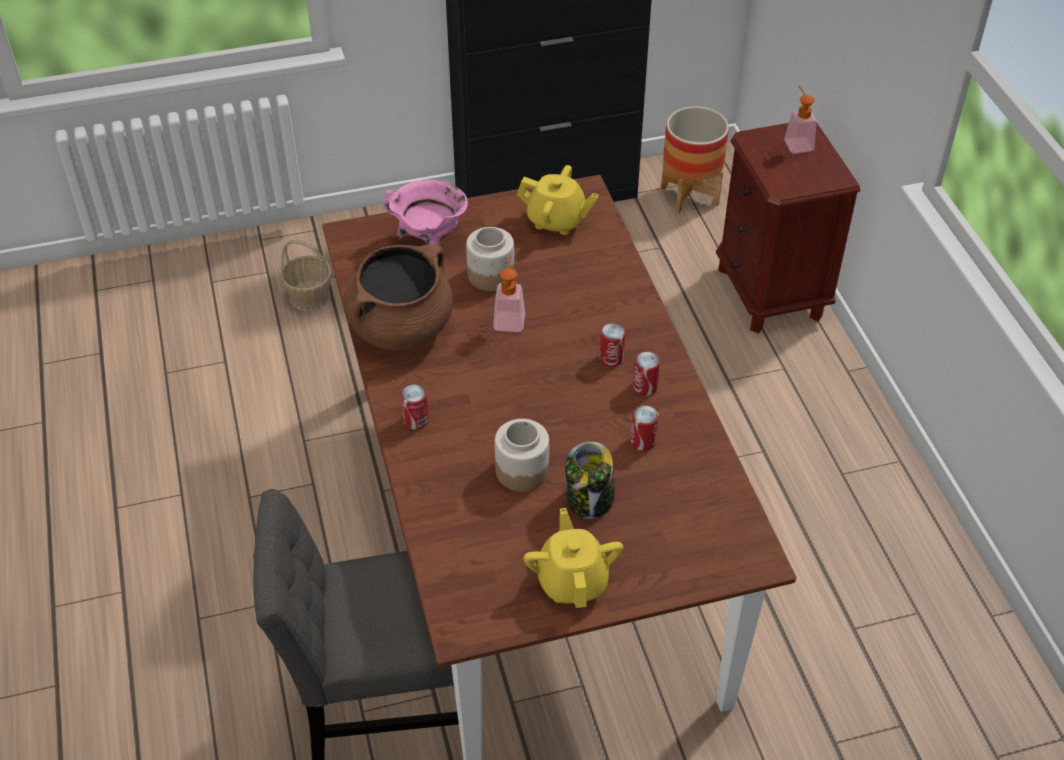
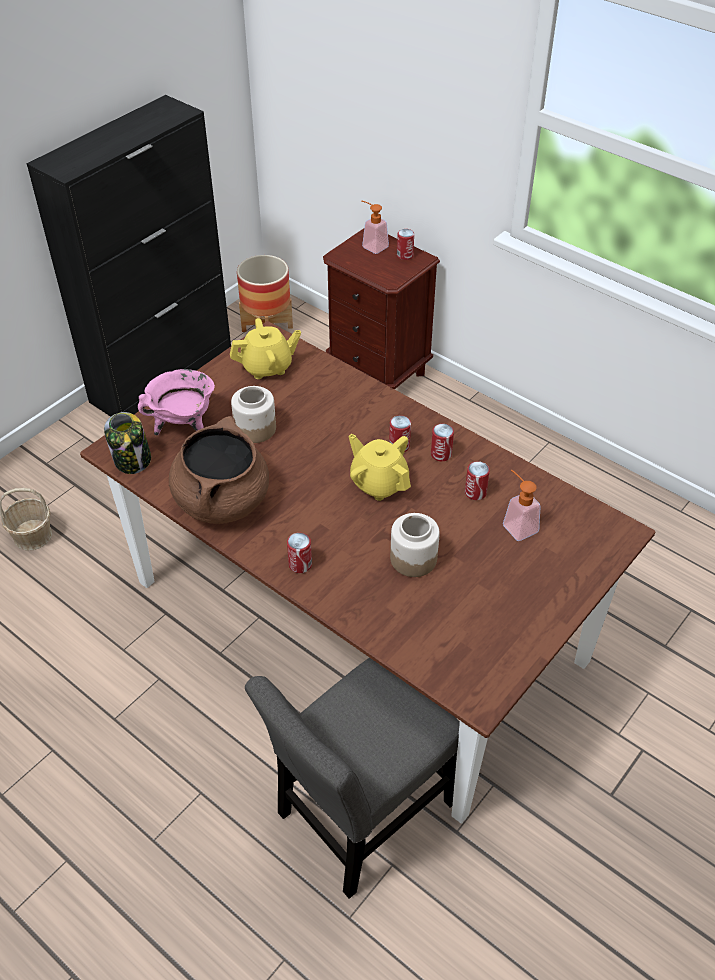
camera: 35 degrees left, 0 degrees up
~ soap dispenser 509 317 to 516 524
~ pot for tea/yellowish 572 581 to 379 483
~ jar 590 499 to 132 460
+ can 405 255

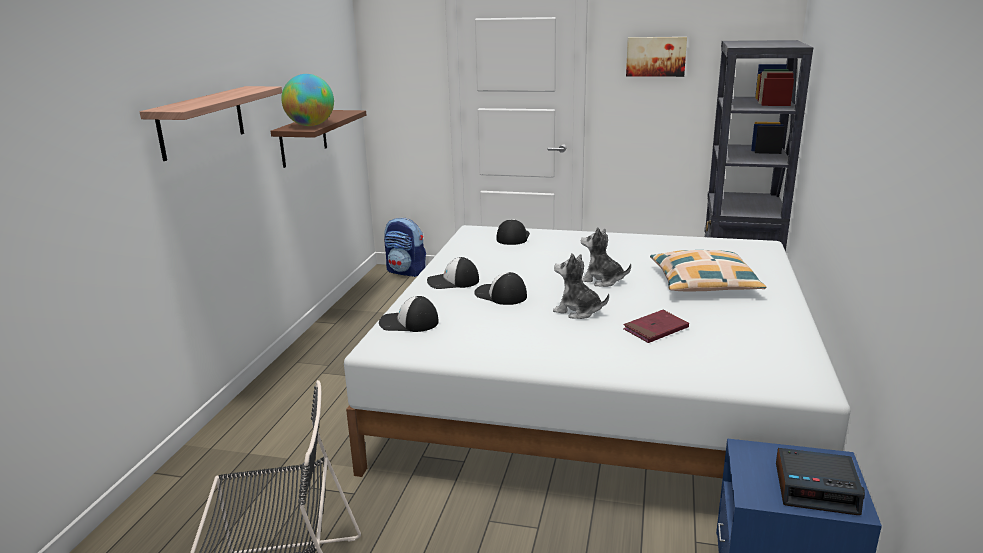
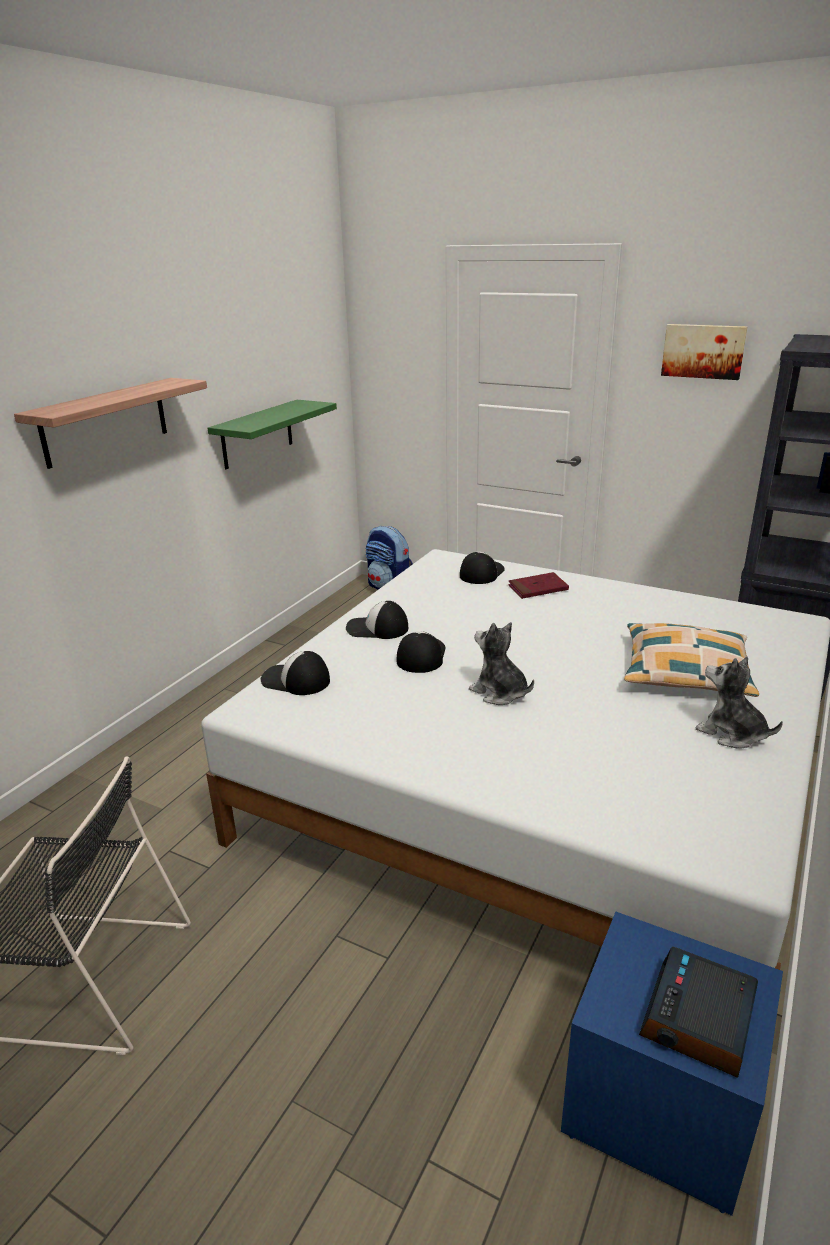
camera: 15 degrees right, 5 degrees up
~ bracket shelf/brownish 303 138 to bracket shelf/greenish 257 434
- world globe 311 125
~ baseball cap 500 295 = 420 656 45 degrees clockwise
~ soft toy 602 280 to 731 733
~ bound book/red-coloured 655 329 to 538 588
~ alarm clock 816 488 = 699 1020 90 degrees clockwise

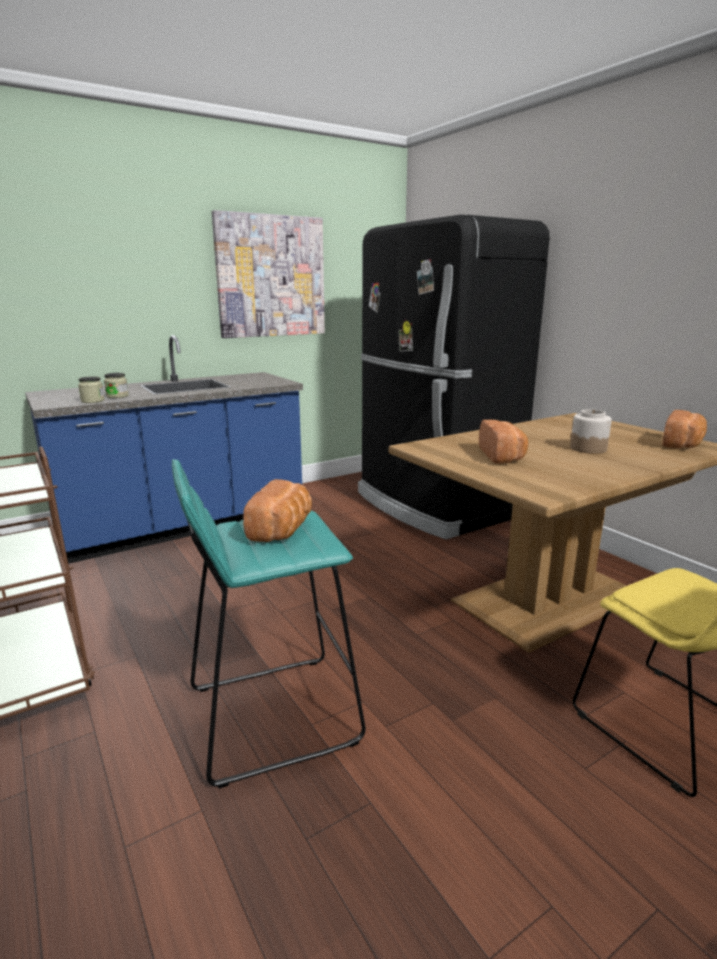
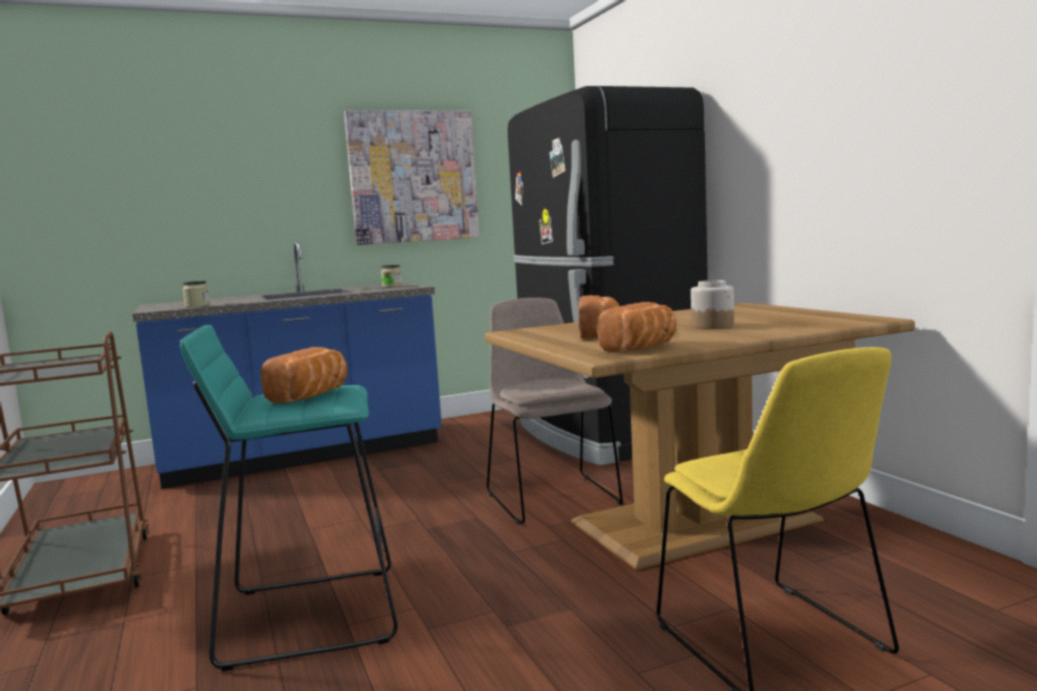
camera: 10 degrees right, 10 degrees down
~ jar 117 396 to 392 286
~ bread 683 444 to 642 348
+ upright chair/beige 551 497

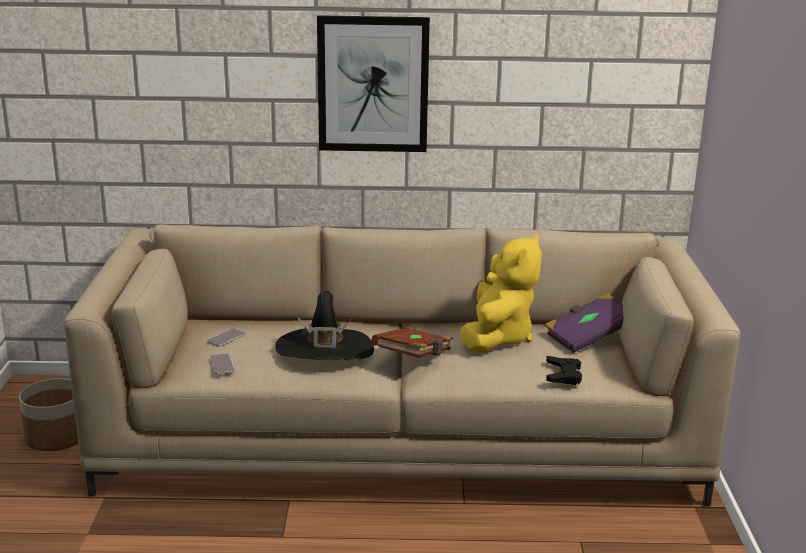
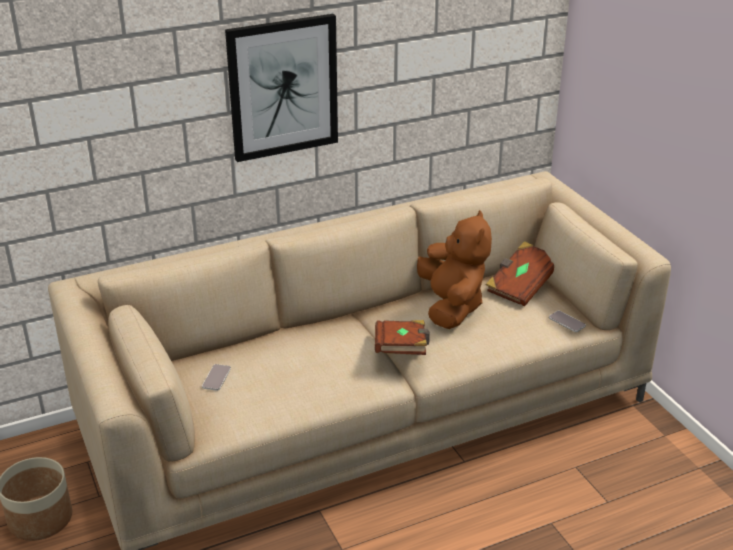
camera: 25 degrees left, 10 degrees up
~ phone 222 364 to 567 322
- wearable hat/black-coloured 325 350
~ soft toy/yellowish 497 337 to soft toy/brownish 451 307
~ bound book/purplish 588 337 to bound book/brownish 521 286
- gamepad/black-coloured 563 375

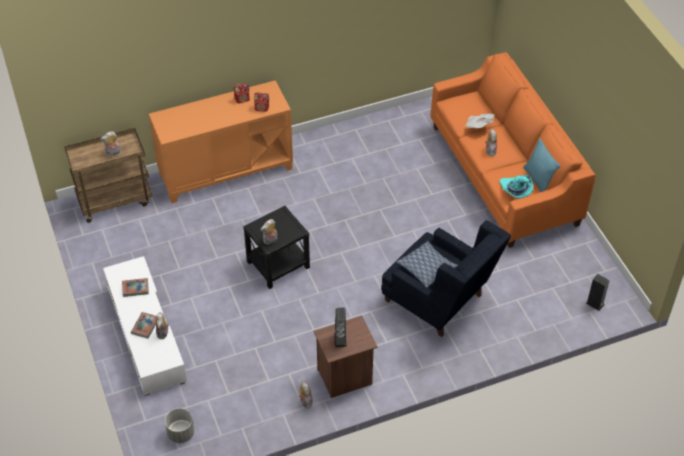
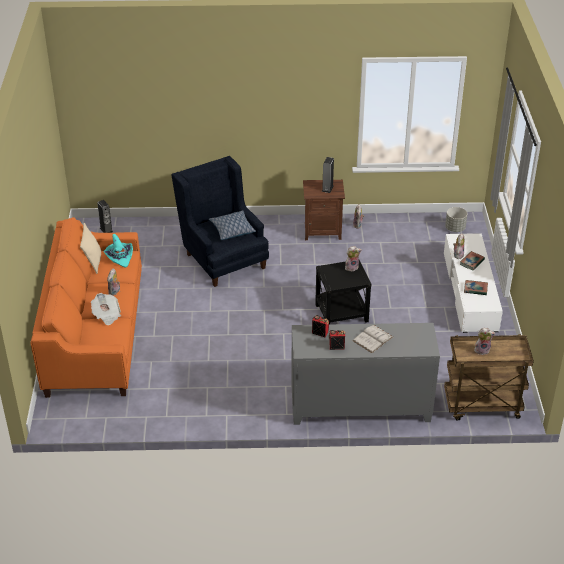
camera: 160 degrees left, 10 degrees down
~ cupboard/orange 226 171 to cupboard/grey 360 407
~ pillow/turquoise-coloured 538 180 to pillow/beige 93 262
+ bound book/whitish 372 339

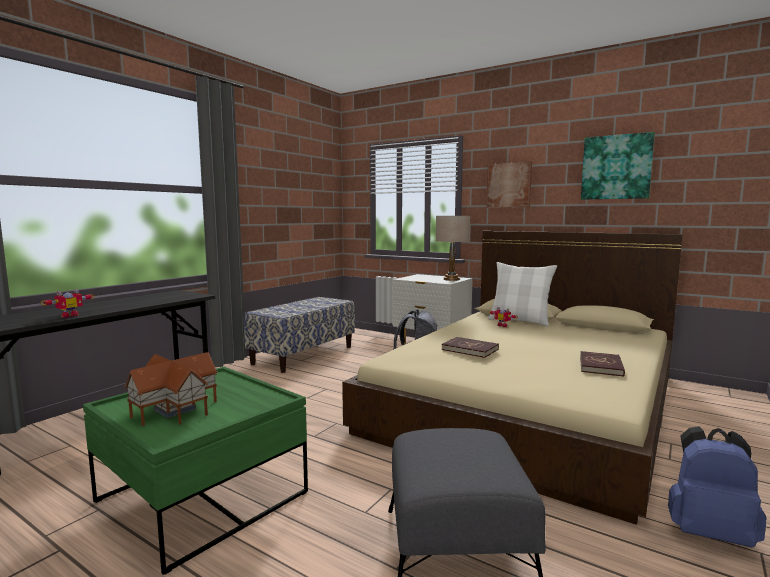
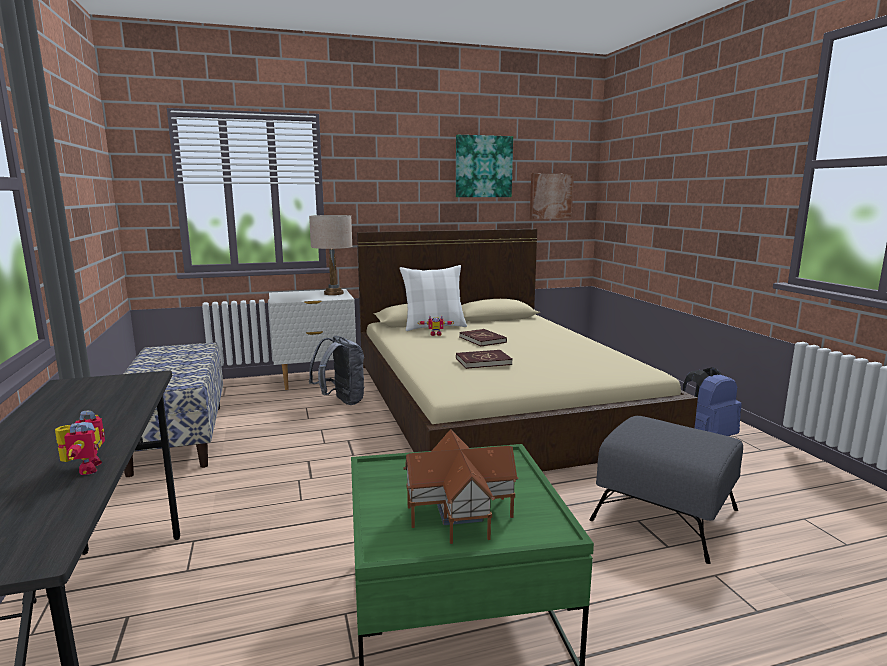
camera: 50 degrees left, 5 degrees up
~ picture 509 185 to 550 196
~ bound book/red-coloured 601 366 to 482 340

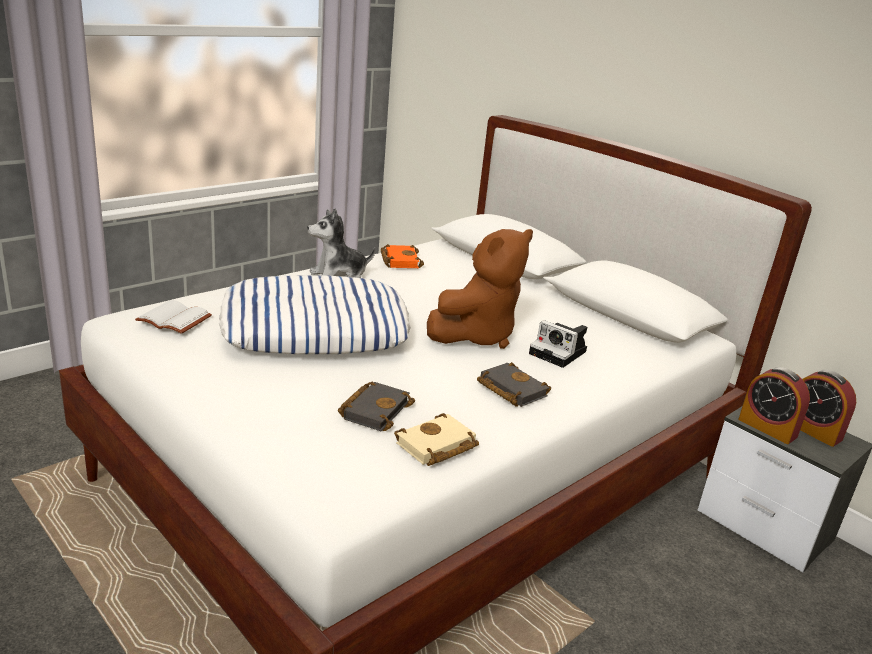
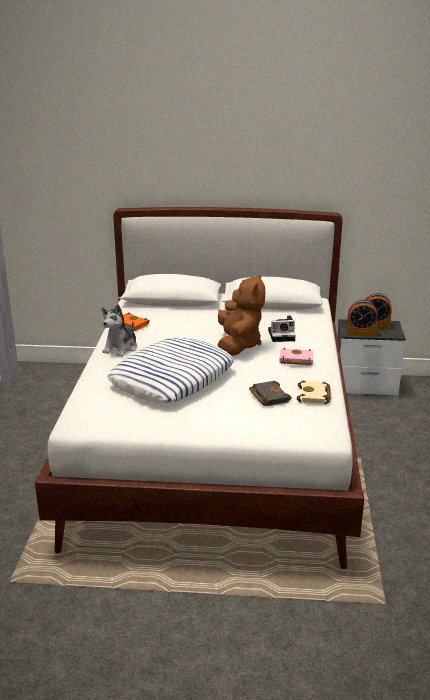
camera: 40 degrees left, 0 degrees up
- bound book/whitish 172 320
~ bound book/black-coloured 509 389 to bound book/pink-coloured 295 360

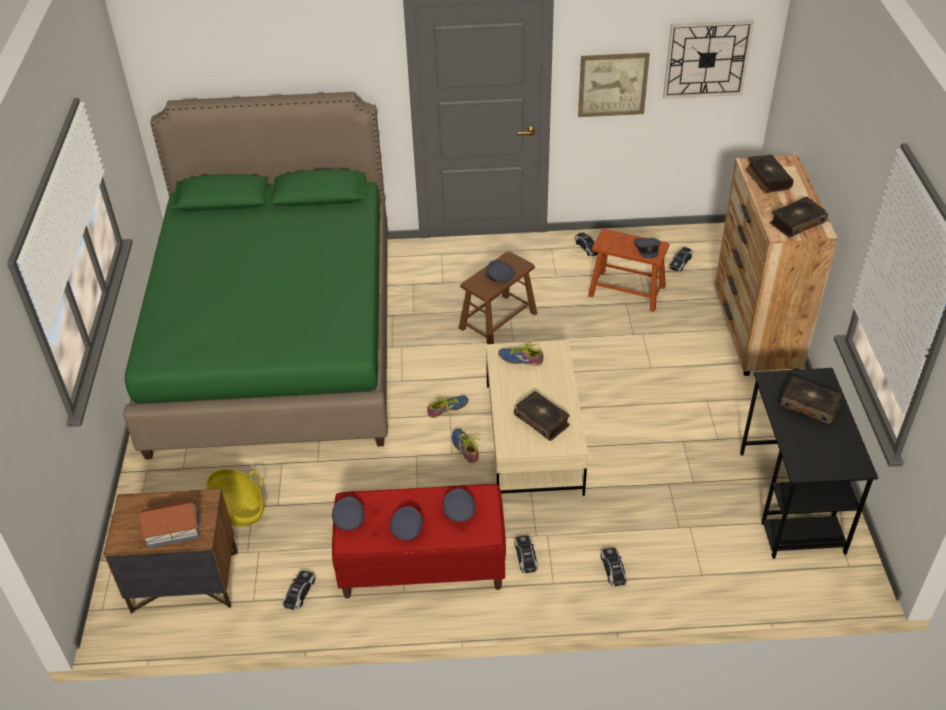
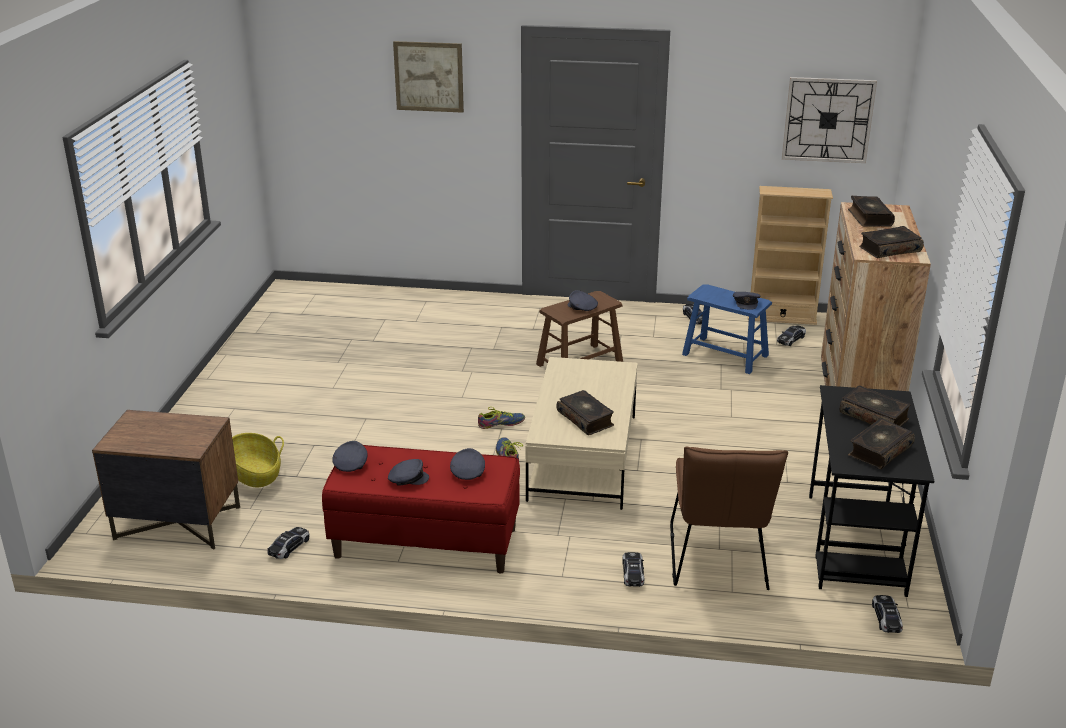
camera: 10 degrees right, 15 degrees down
- bedroom bed/greenish 277 340
- model house 172 529
~ baseball cap/grey 407 528 = 407 478 60 degrees clockwise
- low shoe 520 359
~ miniature car 526 557 to 886 619
~ picture 612 84 to 429 76
~ sitting stool/brownish 626 291 to sitting stool/blue 725 355
+ upright chair/brownish 718 563
+ shelving unit/beige 781 317
+ bound book 879 451

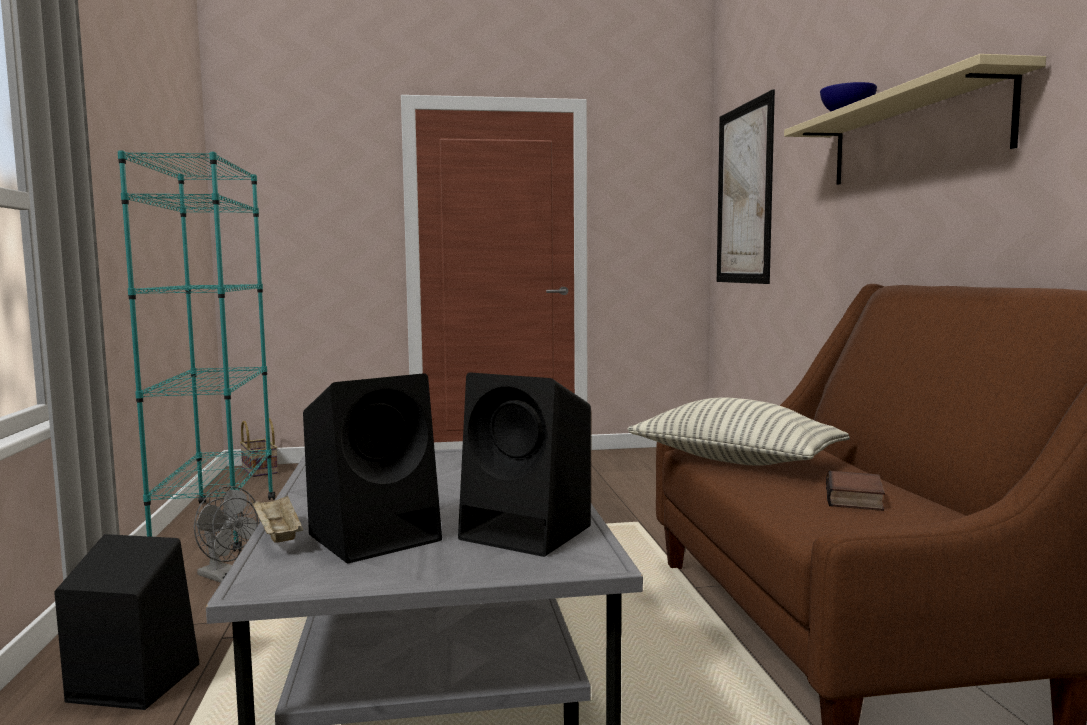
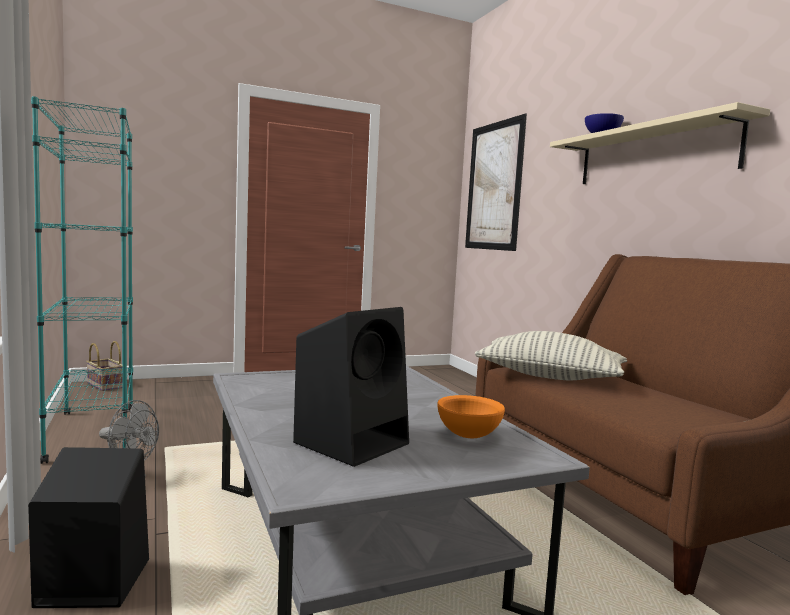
camera: 15 degrees left, 0 degrees up
- carrying tray/beige 277 535
~ audio speaker/black-coloured 529 533 to deep dish/orange 469 435
- bound book 856 499

